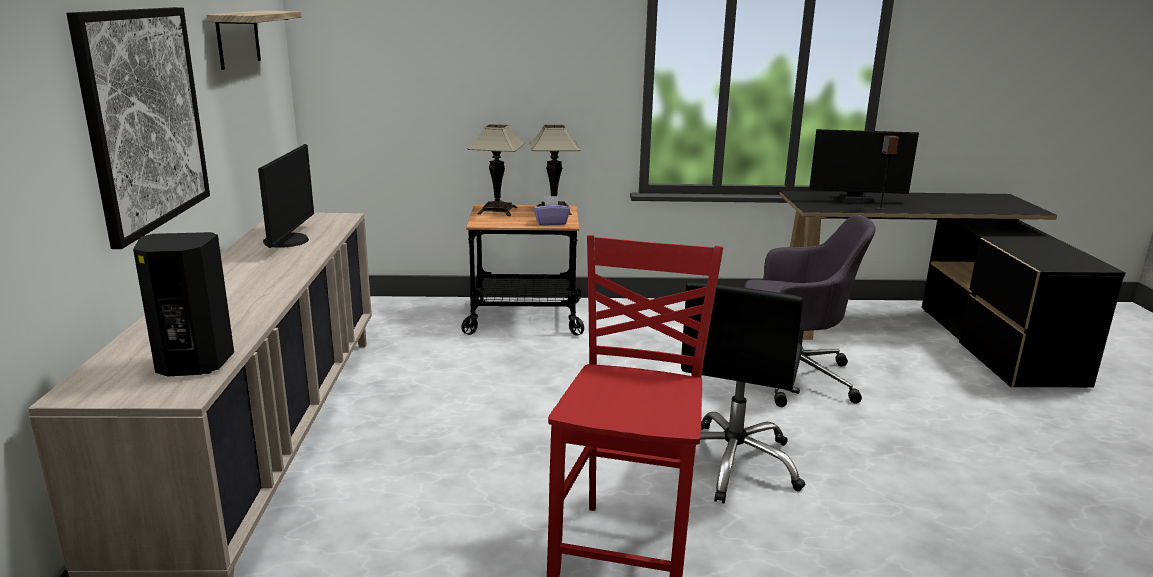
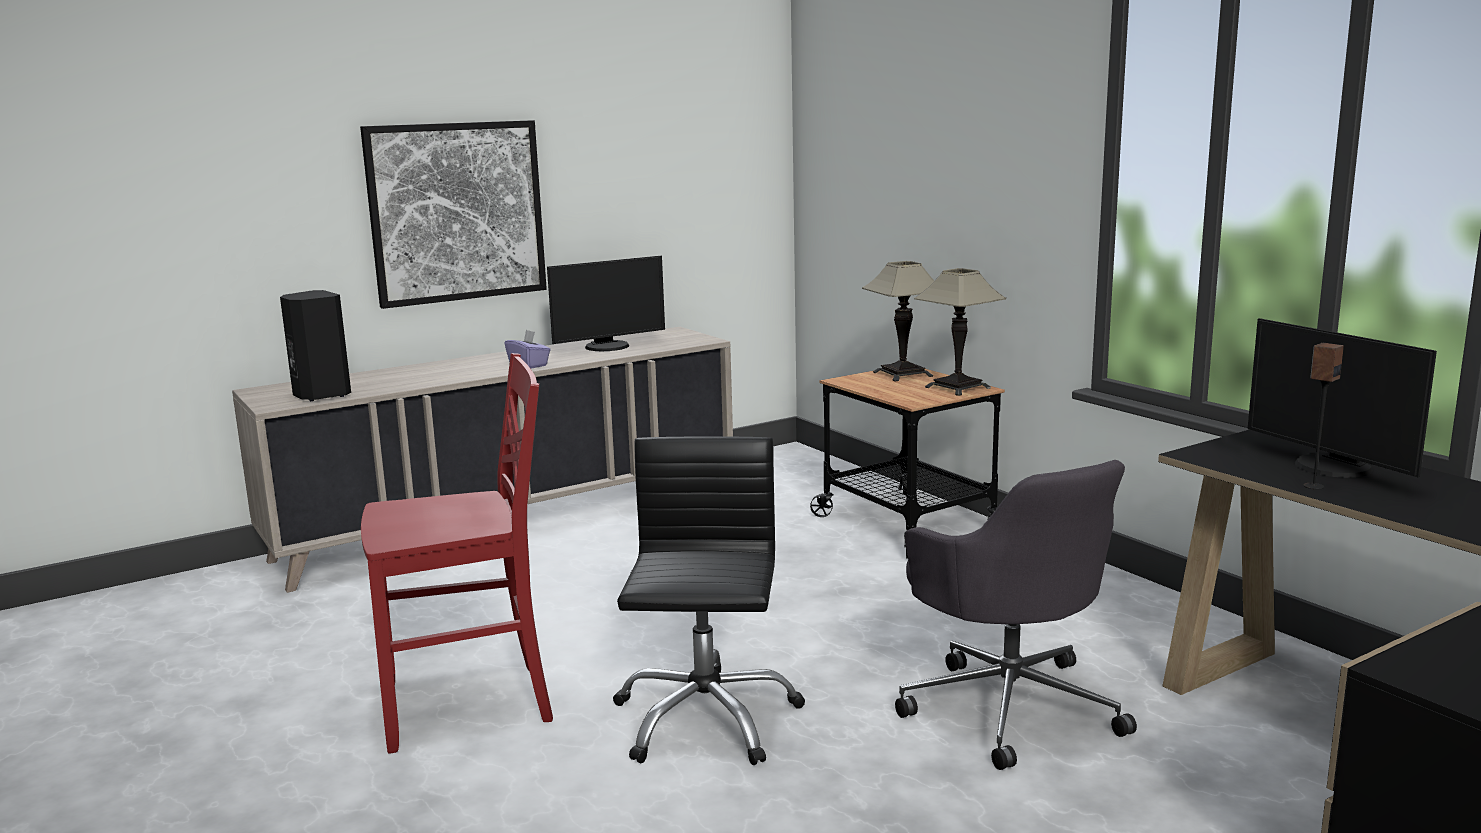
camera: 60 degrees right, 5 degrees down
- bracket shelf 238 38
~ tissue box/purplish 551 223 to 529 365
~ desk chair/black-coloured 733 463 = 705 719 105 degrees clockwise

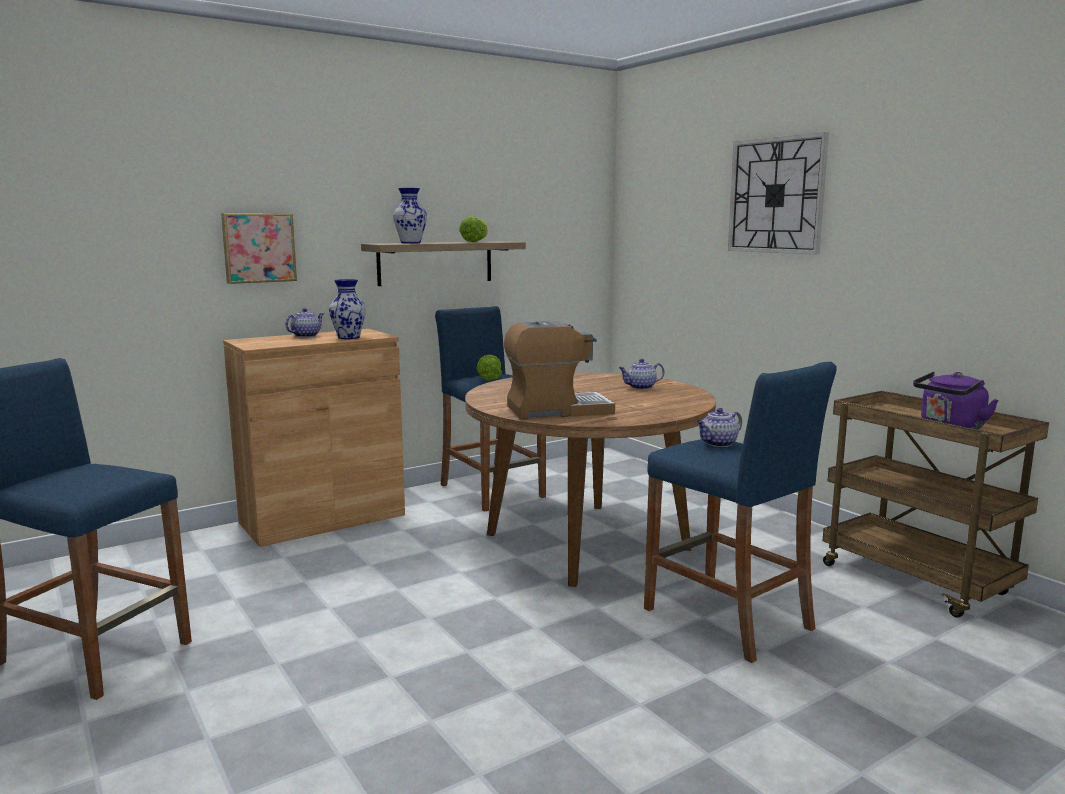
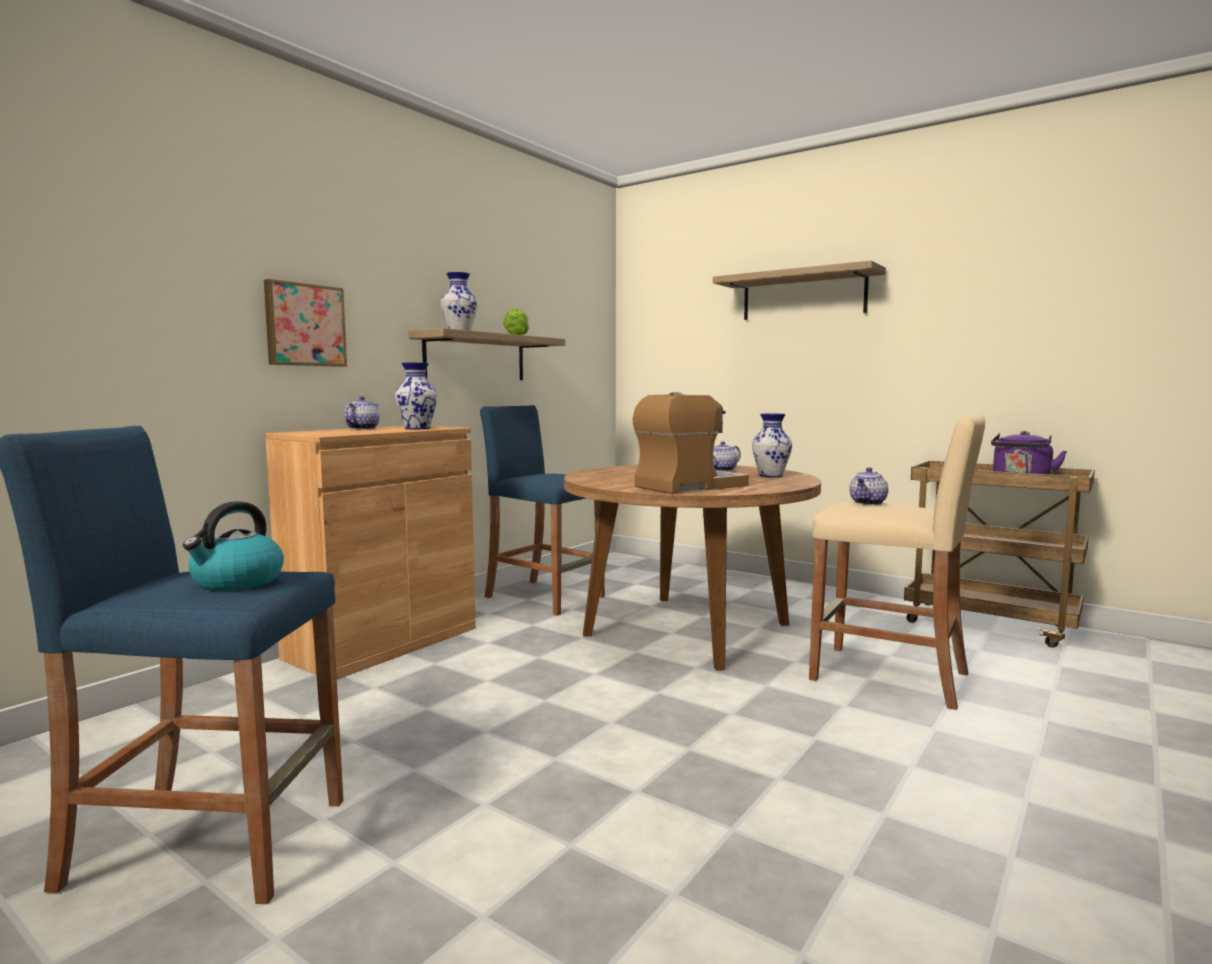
camera: 20 degrees left, 5 degrees down
- head of lettuce 490 378
~ sitting stool/blue 726 618 to sitting stool/beige 888 676
~ clock on the wall 776 195 to bracket shelf 803 295
+ water kettle 237 582
+ decorative vase 770 476

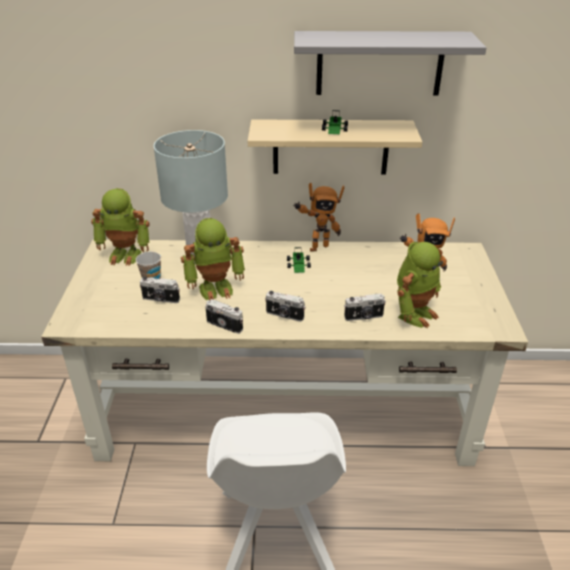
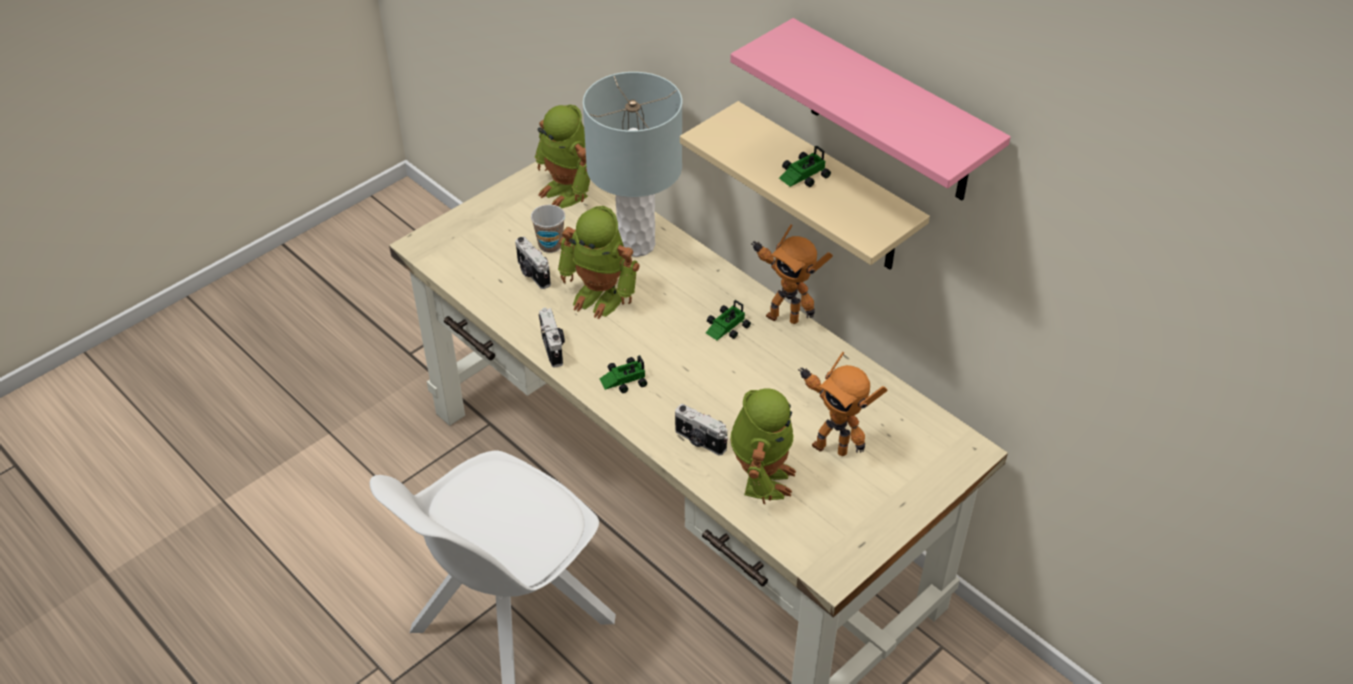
camera: 45 degrees right, 10 degrees up
~ still camera 284 315 to miniature car 622 379
~ bracket shelf/grey 379 63 to bracket shelf/pink-coloured 891 114
~ model robot 414 313 = 761 477 75 degrees counterclockwise

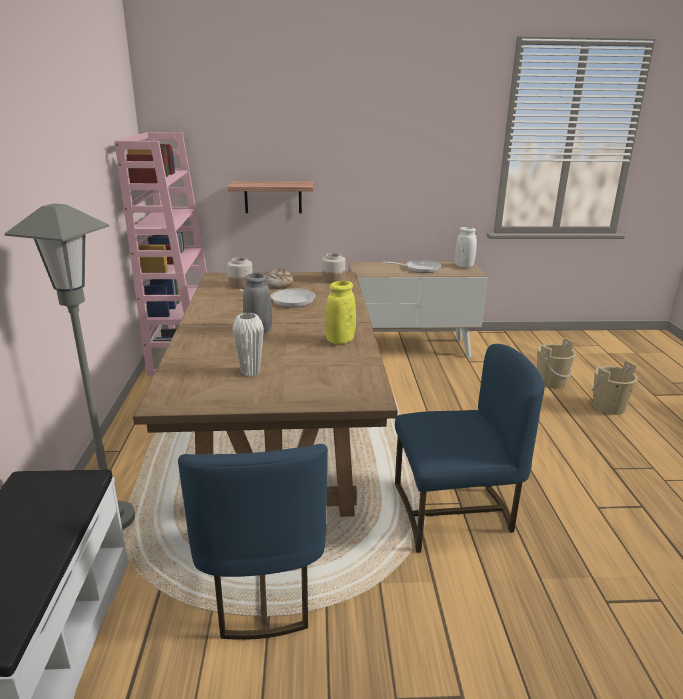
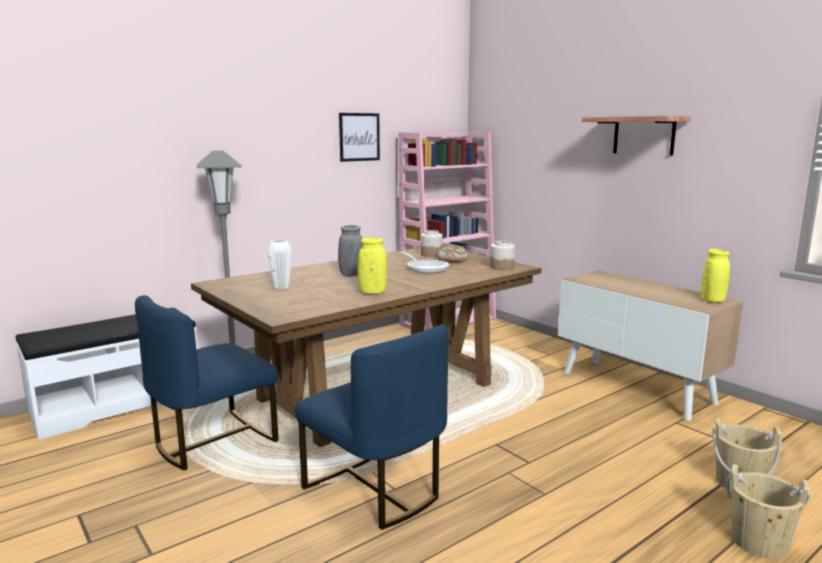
camera: 55 degrees right, 10 degrees down
~ bracket shelf 273 197 to 643 135
- skillet 419 268
~ decorative vase/whitish 464 266 to decorative vase/yellowish 712 300
+ picture 359 137

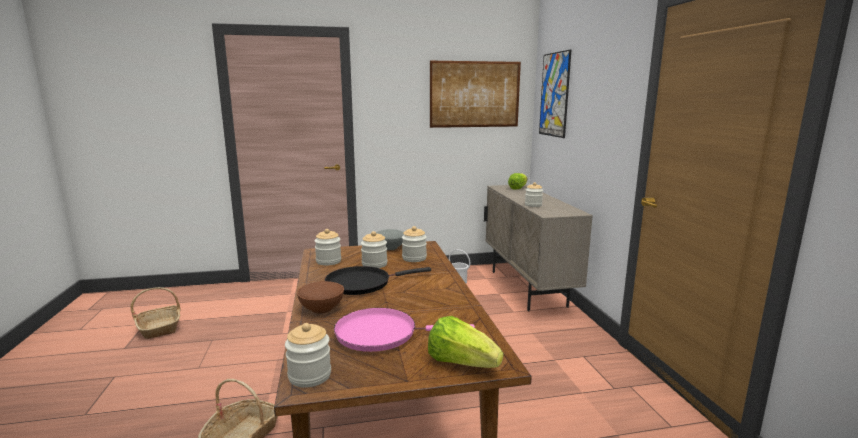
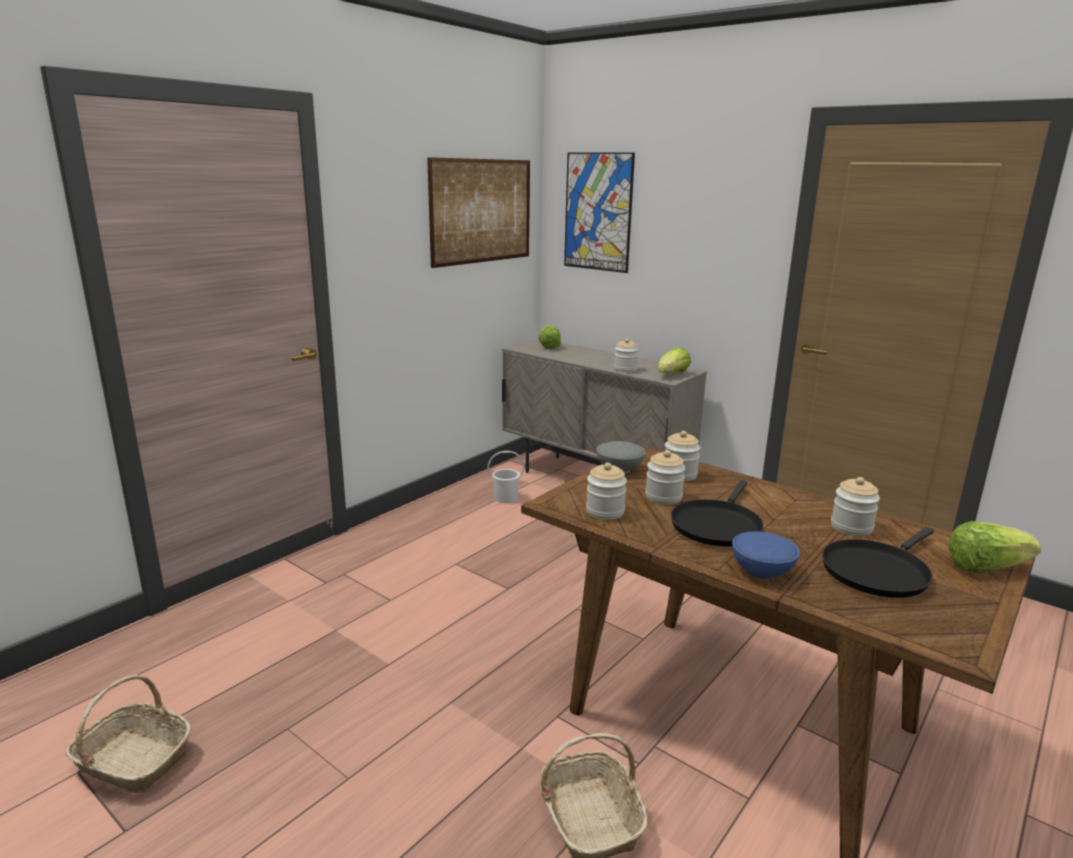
camera: 40 degrees left, 5 degrees up
~ jar 309 375 to 851 527
~ deep dish/brownish 322 308 to deep dish/blue 762 570
~ skillet/pink-coloured 382 334 to skillet/black-coloured 877 571
+ head of lettuce 672 374

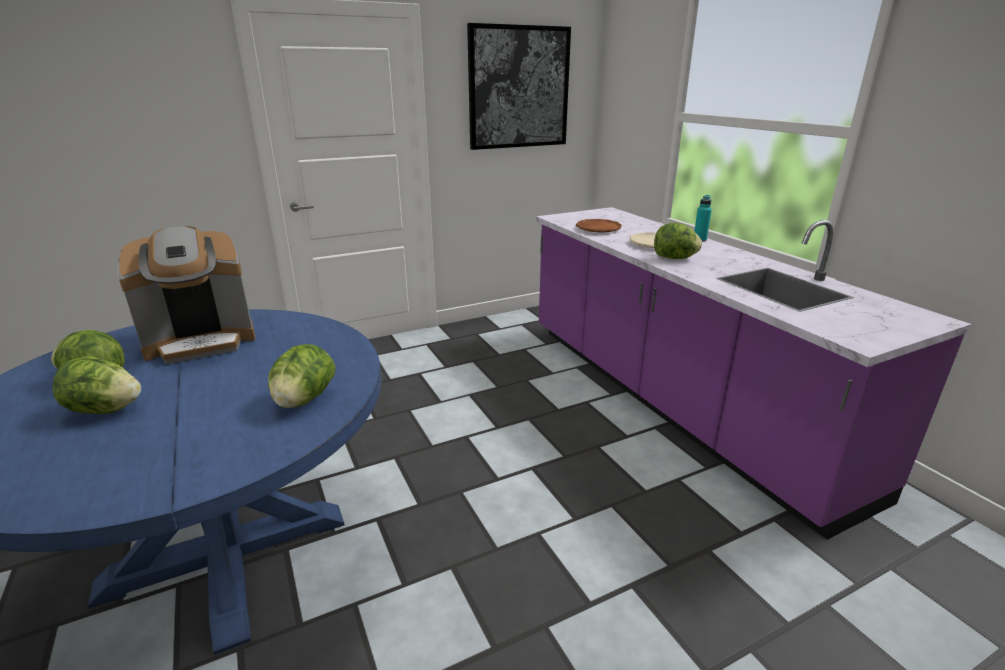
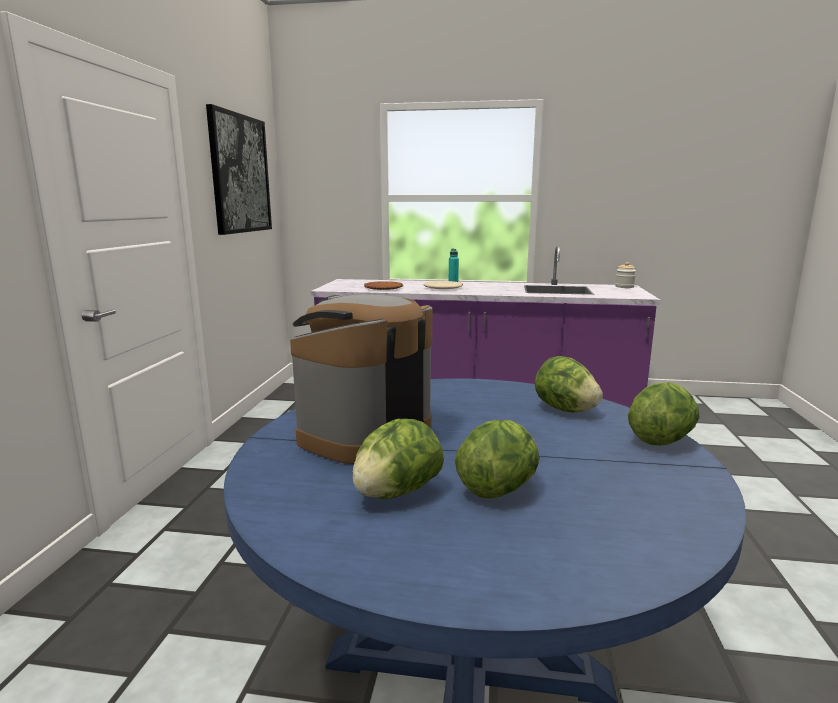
camera: 55 degrees left, 10 degrees down
~ coffee machine 202 341 = 363 433 150 degrees counterclockwise
~ head of lettuce 674 258 to 660 440
+ jar 624 287

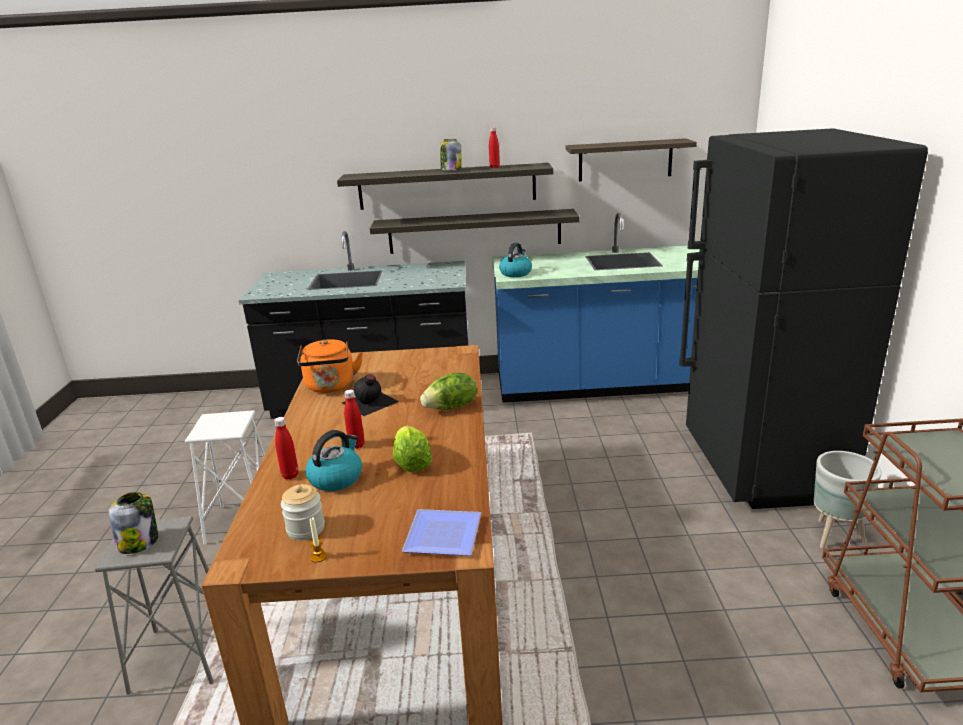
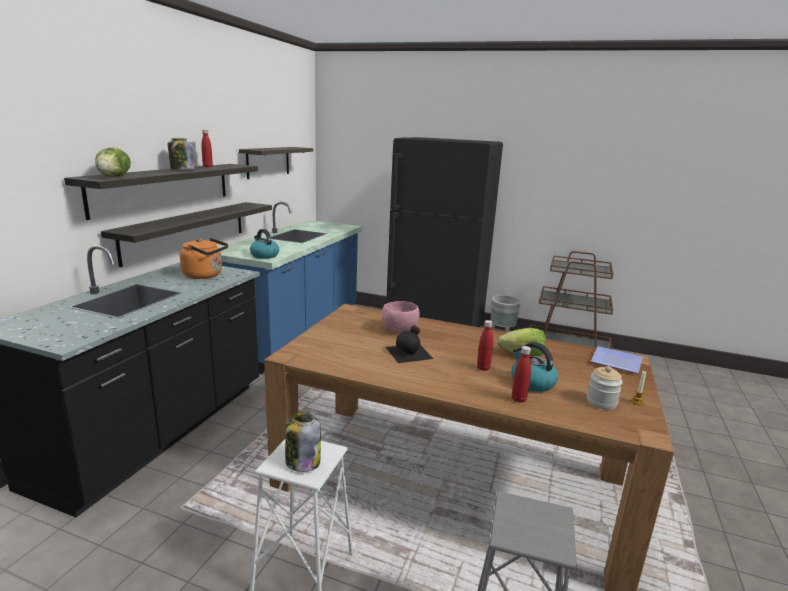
camera: 70 degrees left, 5 degrees down
~ jar 139 542 to 302 461
~ water kettle/orange 331 387 to 205 275
~ head of lettuce 451 407 to 114 176
+ deep dish/pink-coloured 400 330

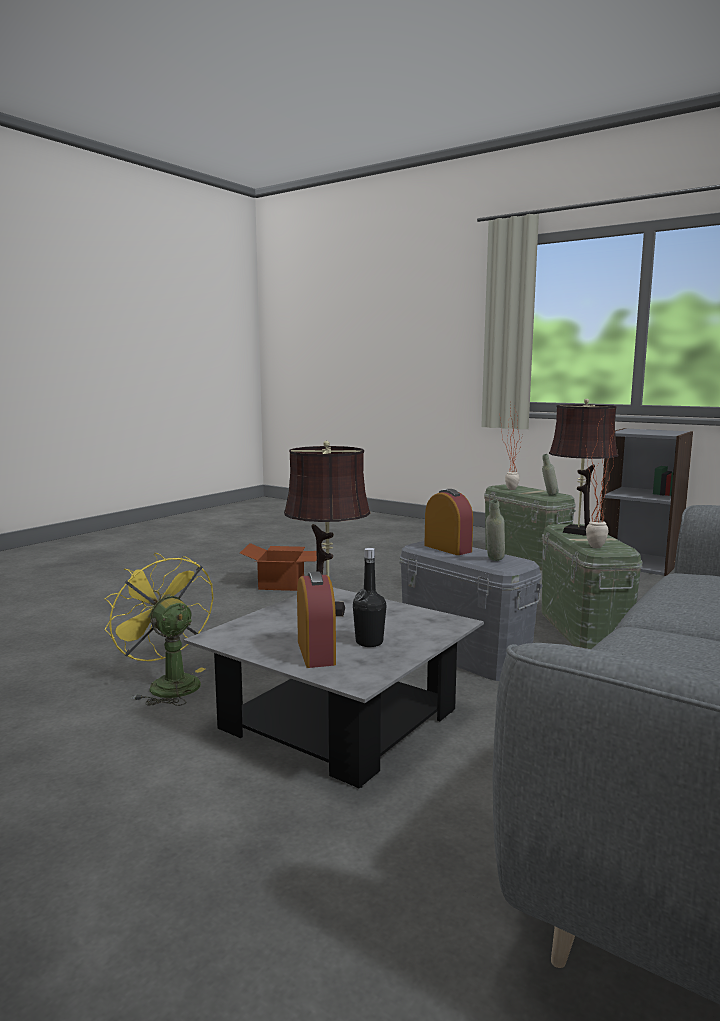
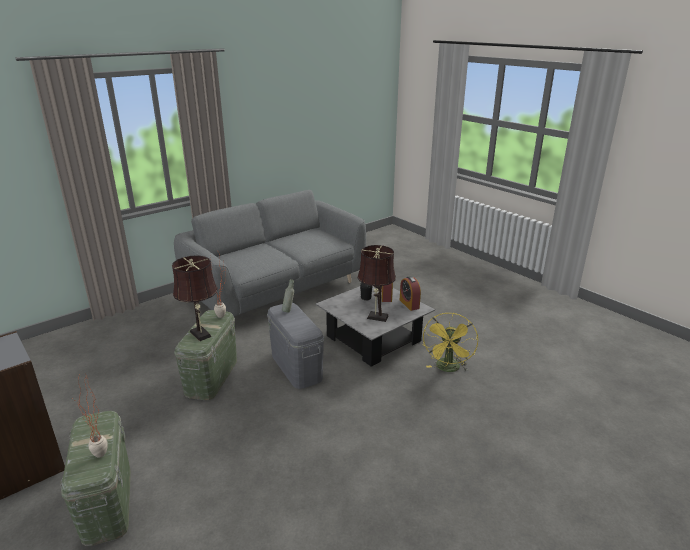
camera: 165 degrees left, 15 degrees up
~ fan/yellowish 167 684 = 448 369 45 degrees clockwise
- carton 283 584
~ alarm clock 447 548 to 409 304
- bottle/grey 549 495

